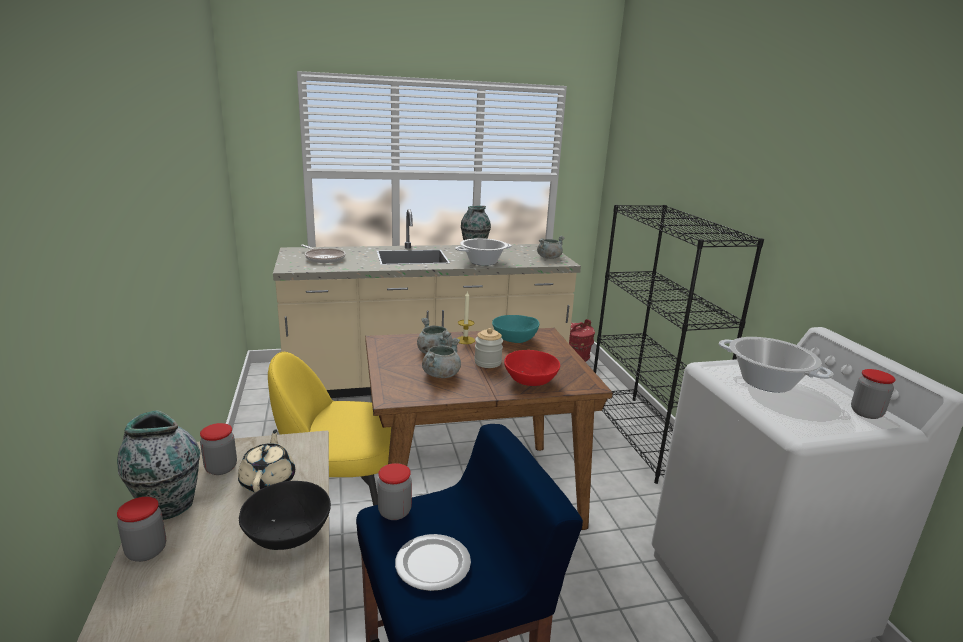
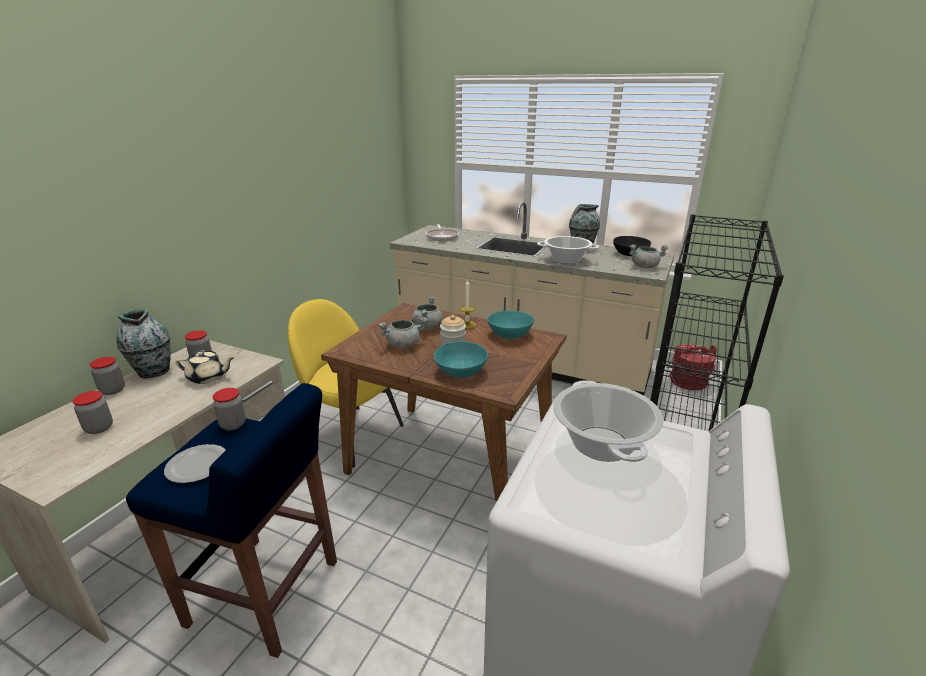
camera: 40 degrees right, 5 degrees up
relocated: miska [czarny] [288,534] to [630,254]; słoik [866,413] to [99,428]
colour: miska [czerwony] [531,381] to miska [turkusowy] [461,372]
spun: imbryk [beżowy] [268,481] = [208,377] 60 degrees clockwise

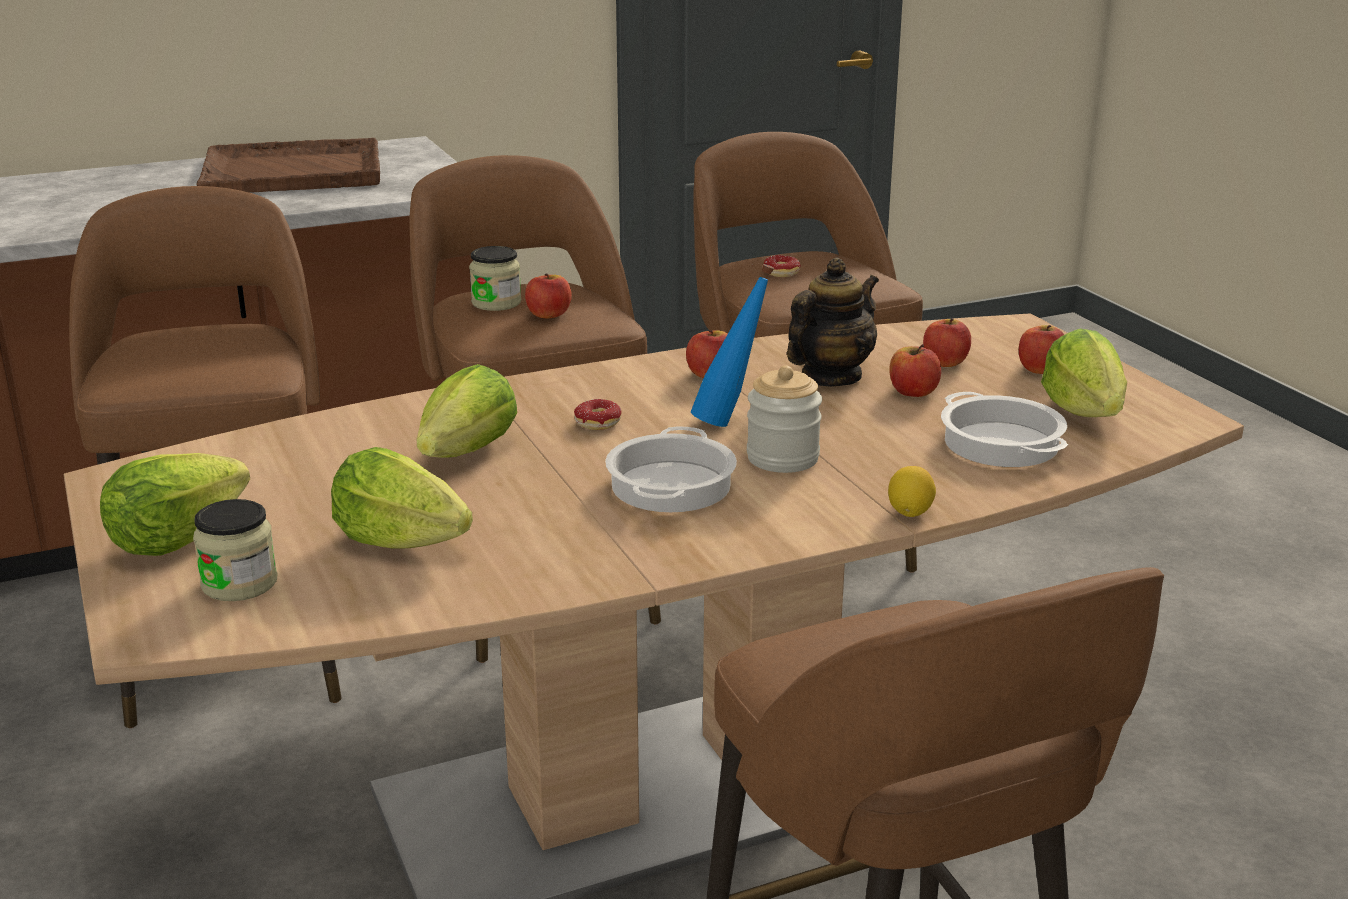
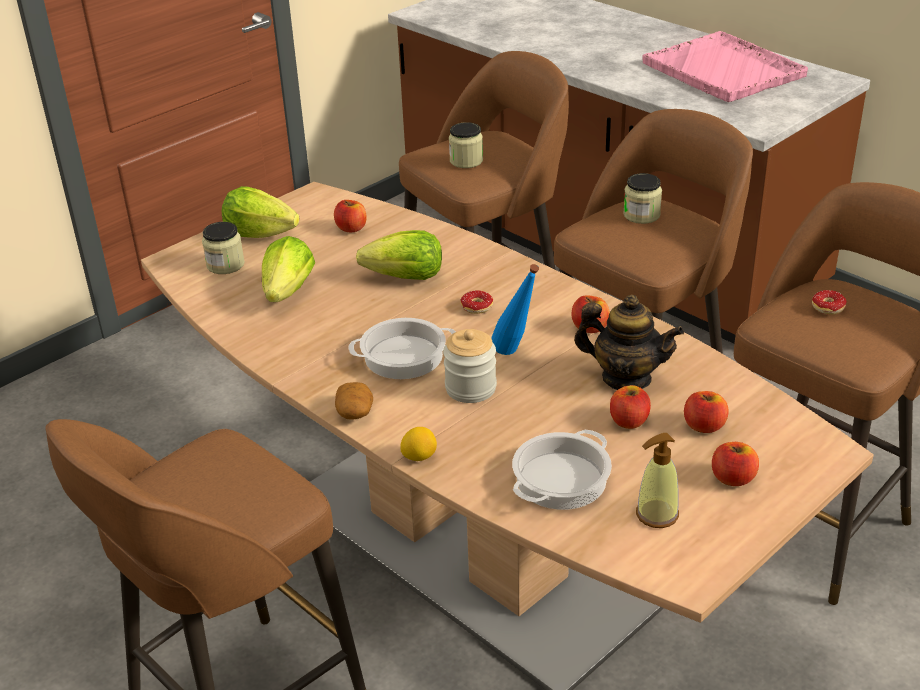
camera: 70 degrees right, 10 degrees up
appeared: ziemniak [355,412]; słoik [466,161]
relocated: jabłko [548,315] to [351,228]
exchanged: sałata [1084,412] to dozownik mydła [656,514]
colour: taca [brązowy] [294,171] to taca [różowy] [724,70]

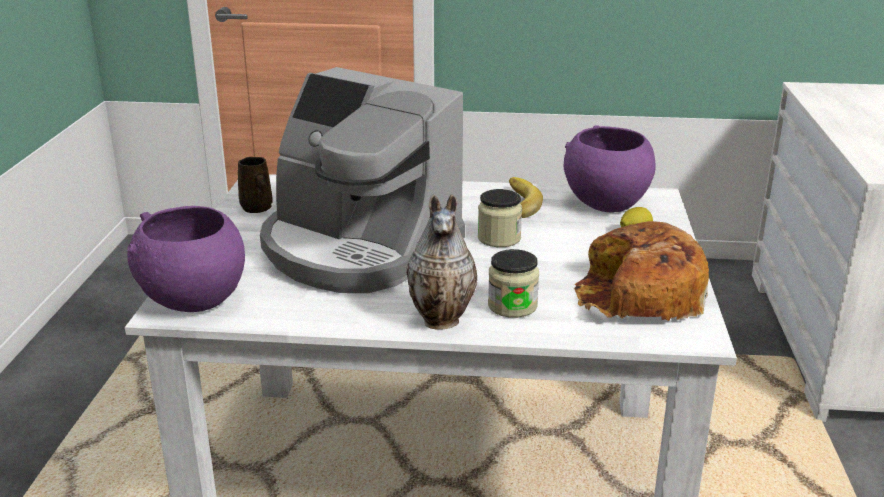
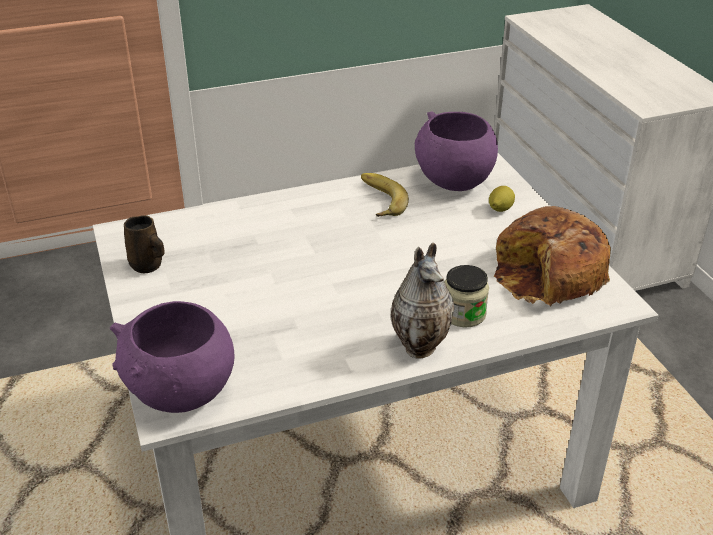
camera: 25 degrees left, 10 degrees up
missing: ekspres do kawy [357,249]; słoik [499,238]

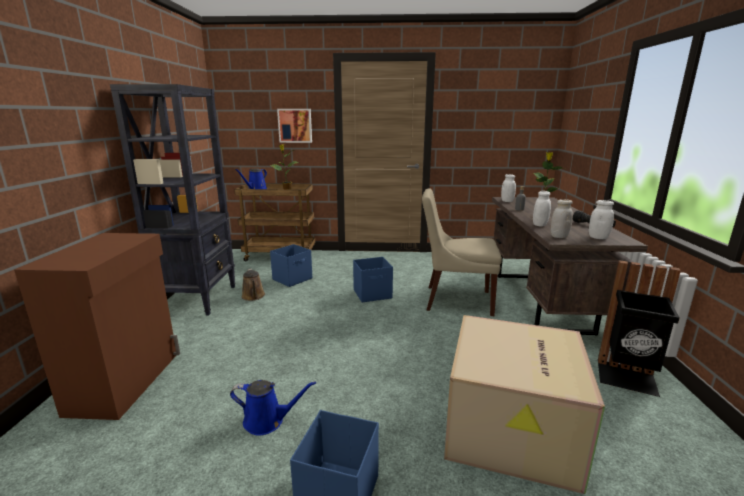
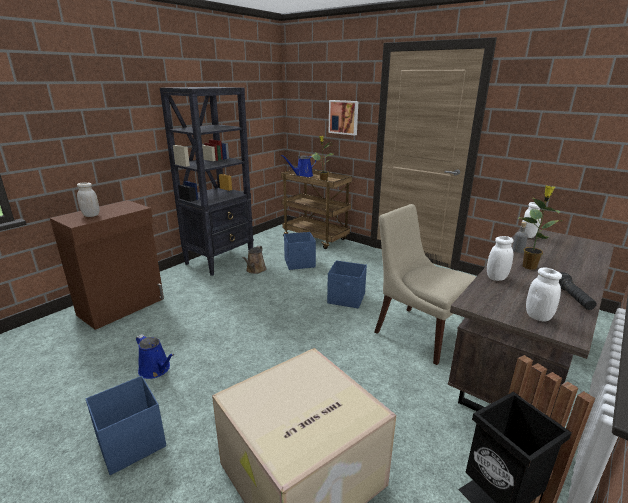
camera: 35 degrees right, 5 degrees up
relocated: słoik [biały] [559,236] to [91,215]

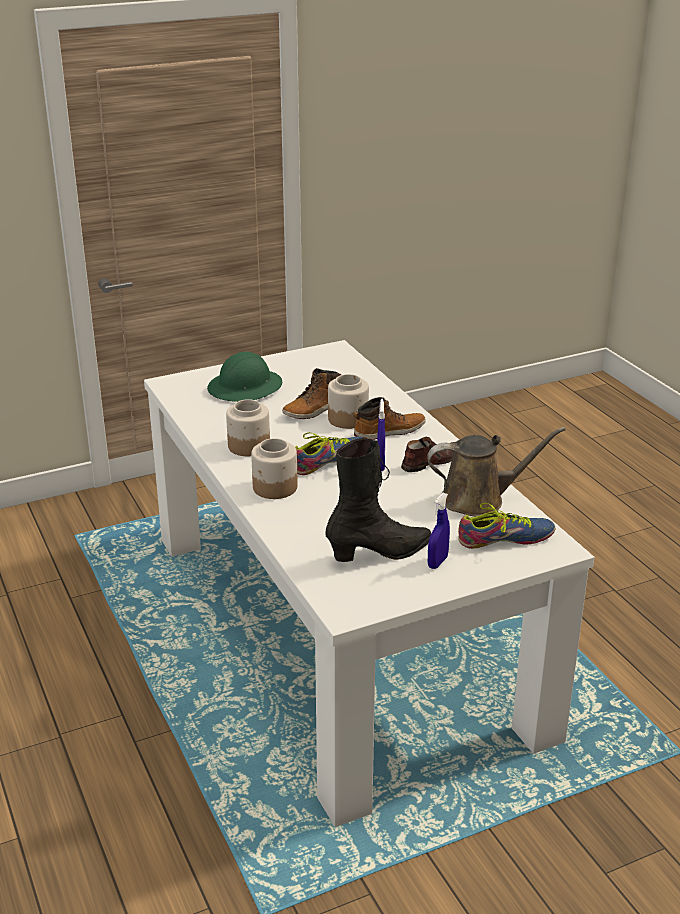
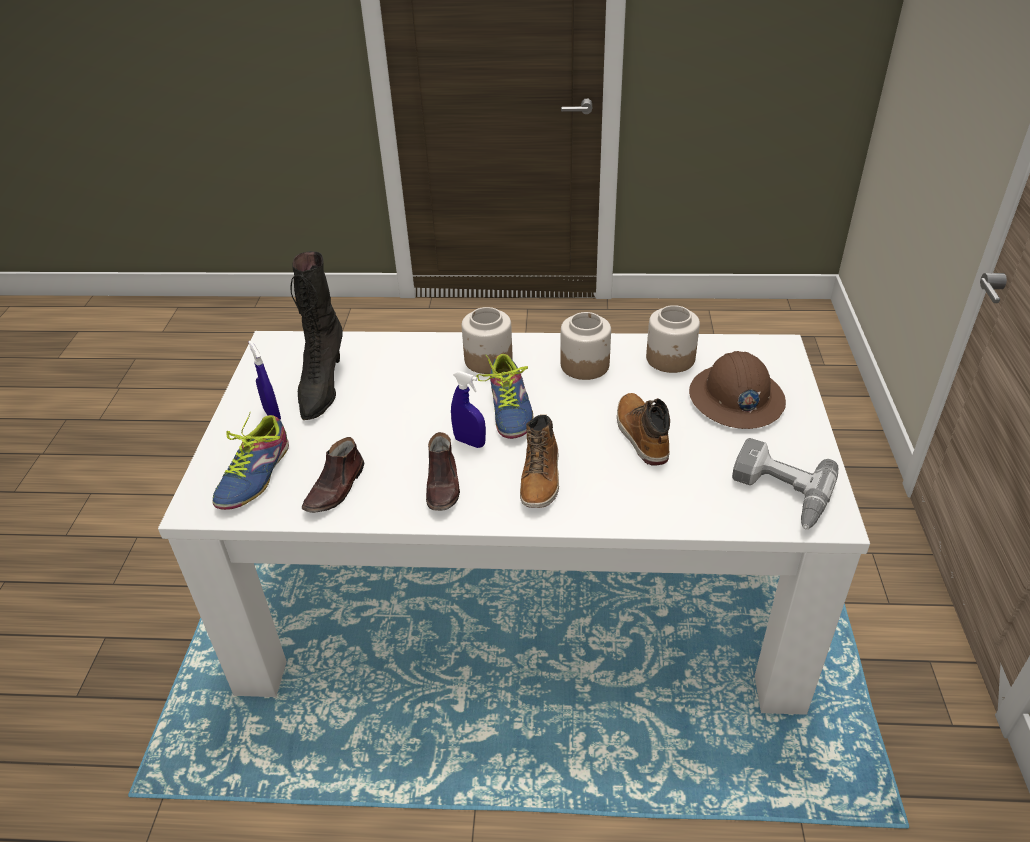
camera: 120 degrees right, 10 degrees up
appeared: wiertarka [778,493]
relocated: słoik [348,419] to [671,359]
exchanged: konewka [brązowy] [478,499] to but [brązowy] [336,488]
colour: kask [zielony] [245,388] to kask [brązowy] [735,399]

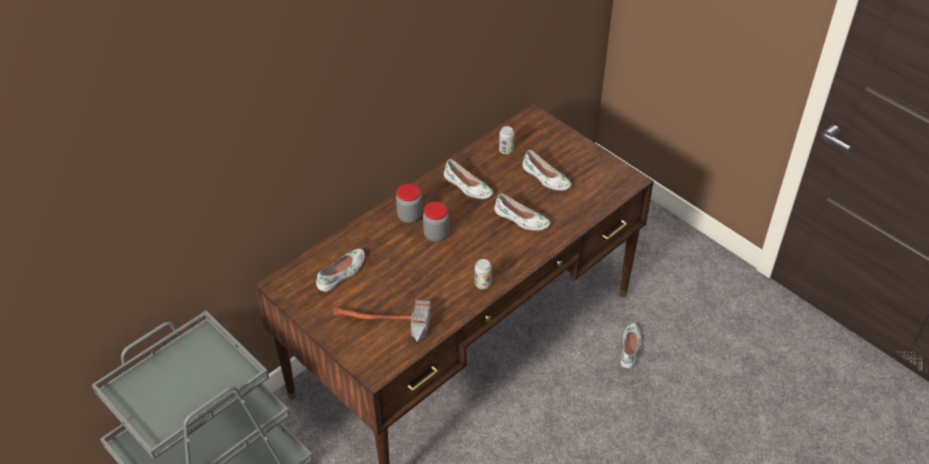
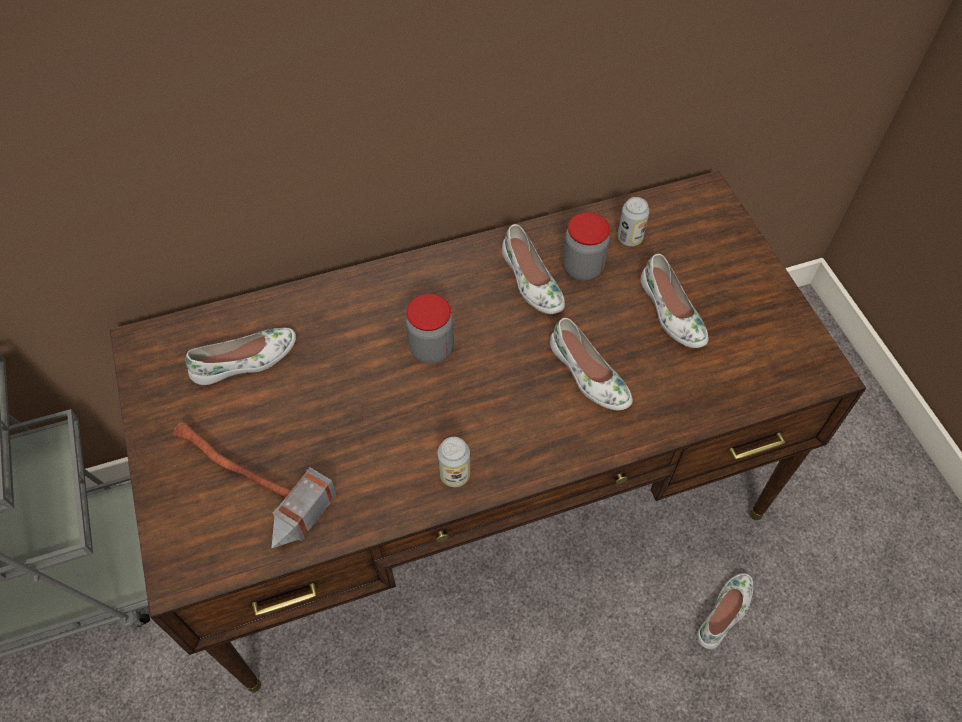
camera: 25 degrees right, 10 degrees up
relocated: słoik [409,216] to [582,268]

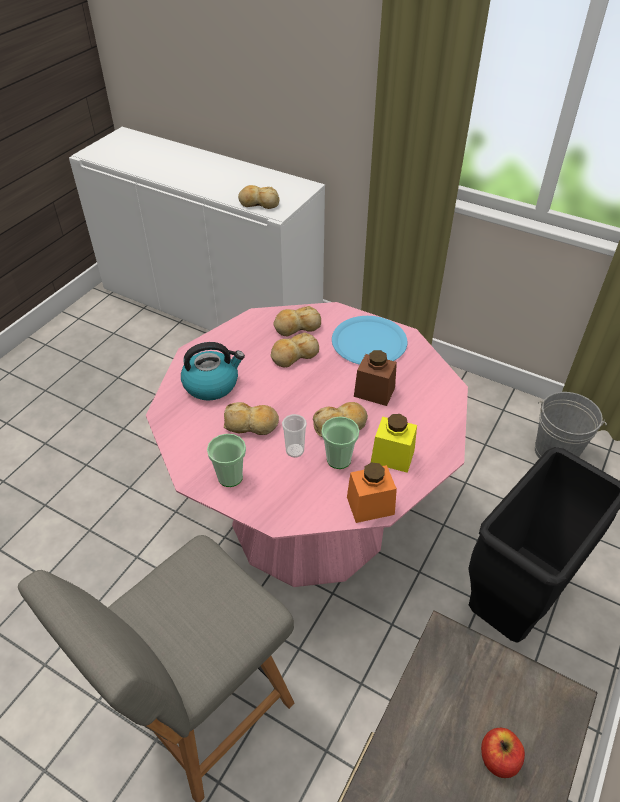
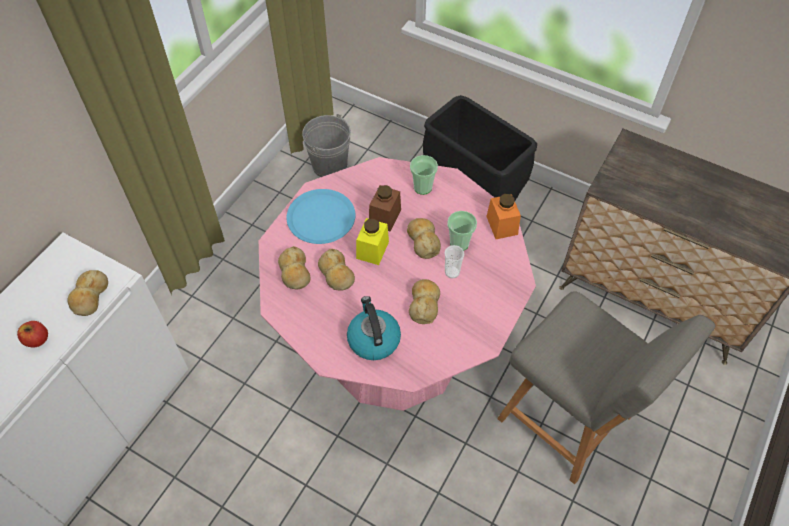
camera: 90 degrees left, 10 degrees up
relocated: filiżanka [230,477] to [422,187]; słoik [żółty] [392,456] to [372,250]; jabłko [498,758] to [37,339]

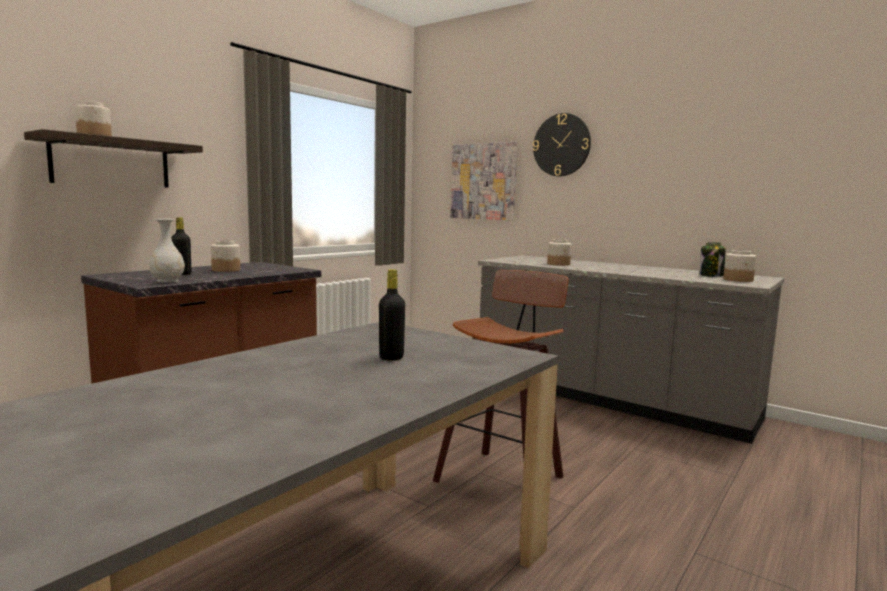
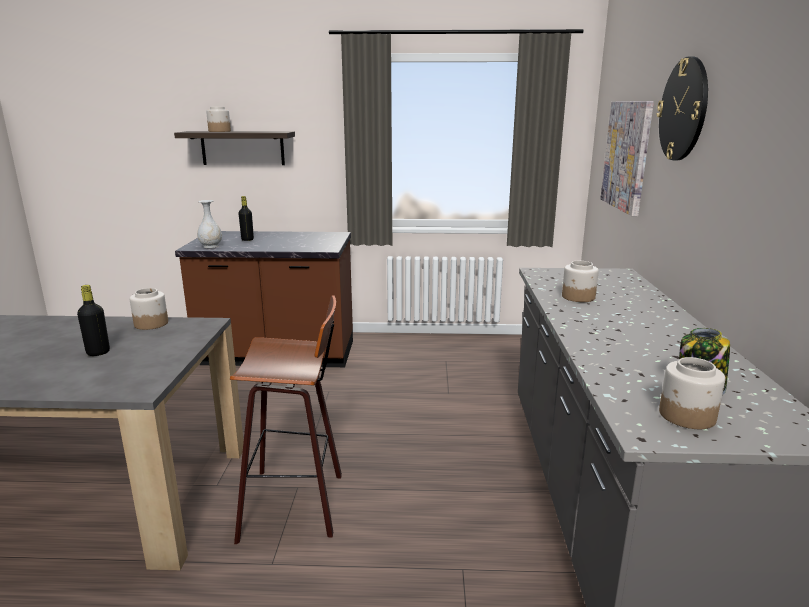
camera: 55 degrees right, 10 degrees up
relocated: słoik [225,270] to [151,323]

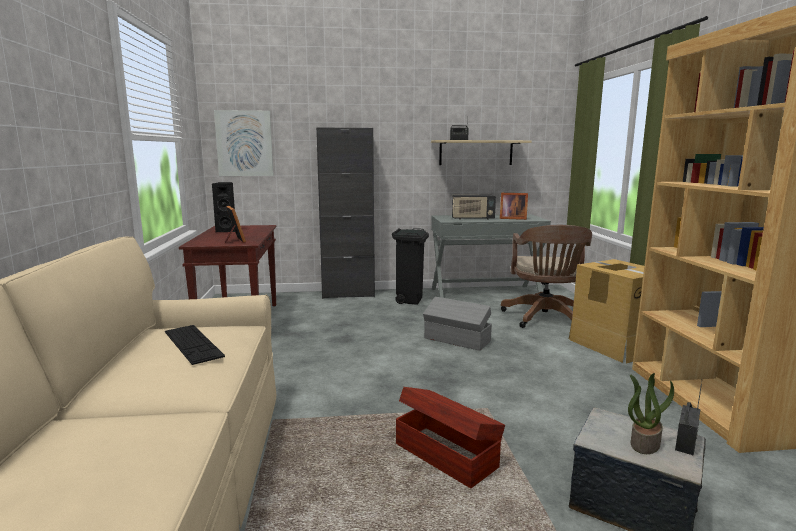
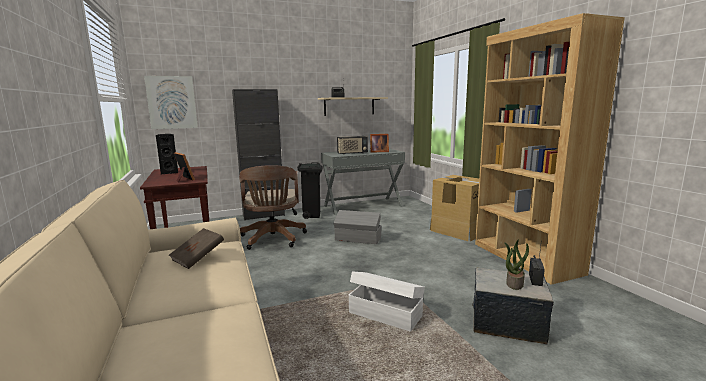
camera: 15 degrees left, 0 degrees up
relocated: krzesło biurowe [brązowy] [545,319] to [273,239]
exchanged: klawiatura [193,343] to książka [brązowy] [198,258]
colour: pojemnik do przechowywania [brązowy] [446,455] to pojemnik do przechowywania [biały] [385,314]

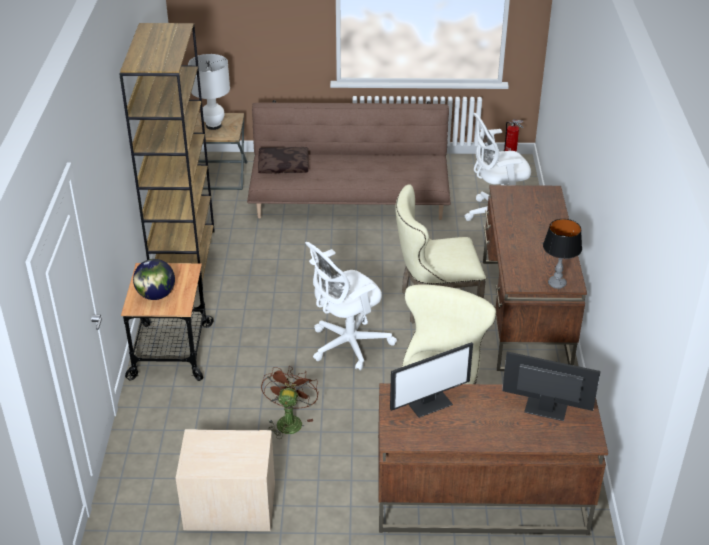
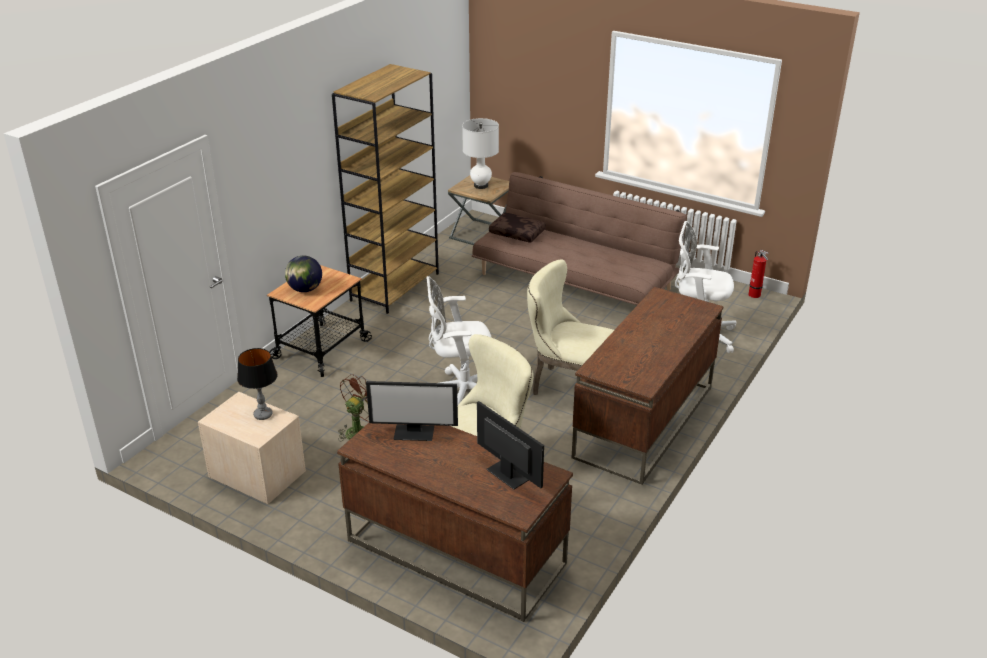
camera: 30 degrees right, 5 degrees down
relocated: lampa stołowa [557,283] to [263,415]

